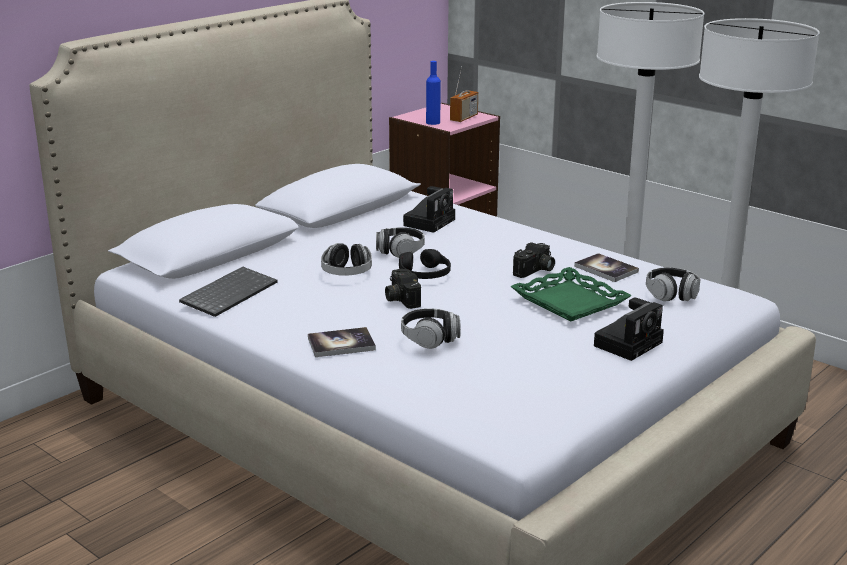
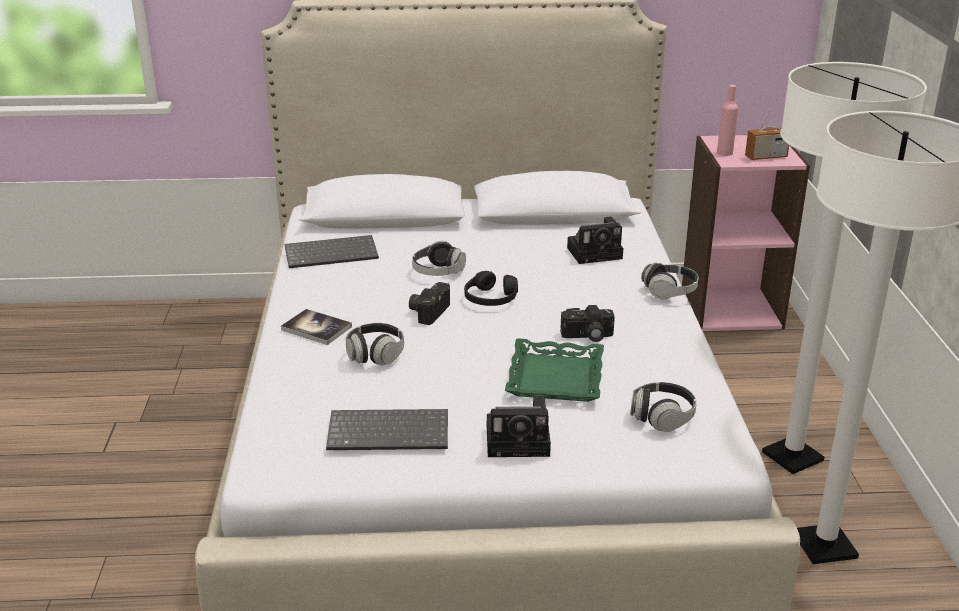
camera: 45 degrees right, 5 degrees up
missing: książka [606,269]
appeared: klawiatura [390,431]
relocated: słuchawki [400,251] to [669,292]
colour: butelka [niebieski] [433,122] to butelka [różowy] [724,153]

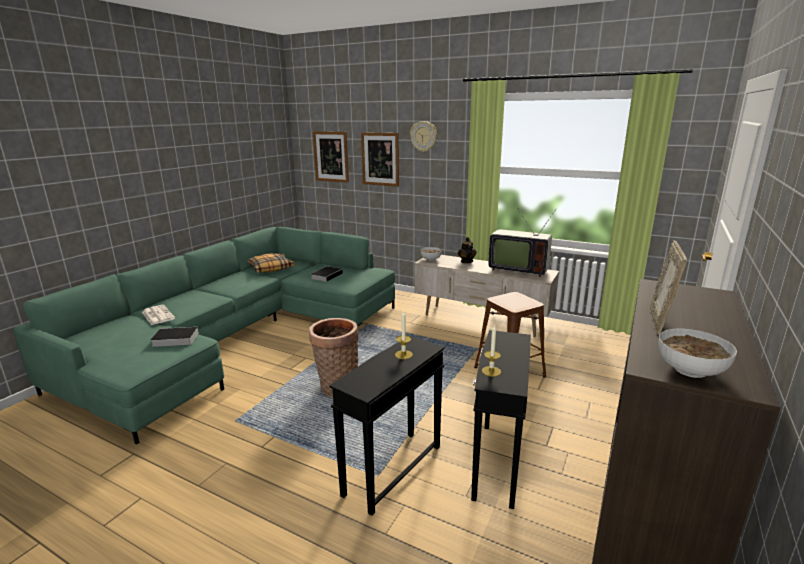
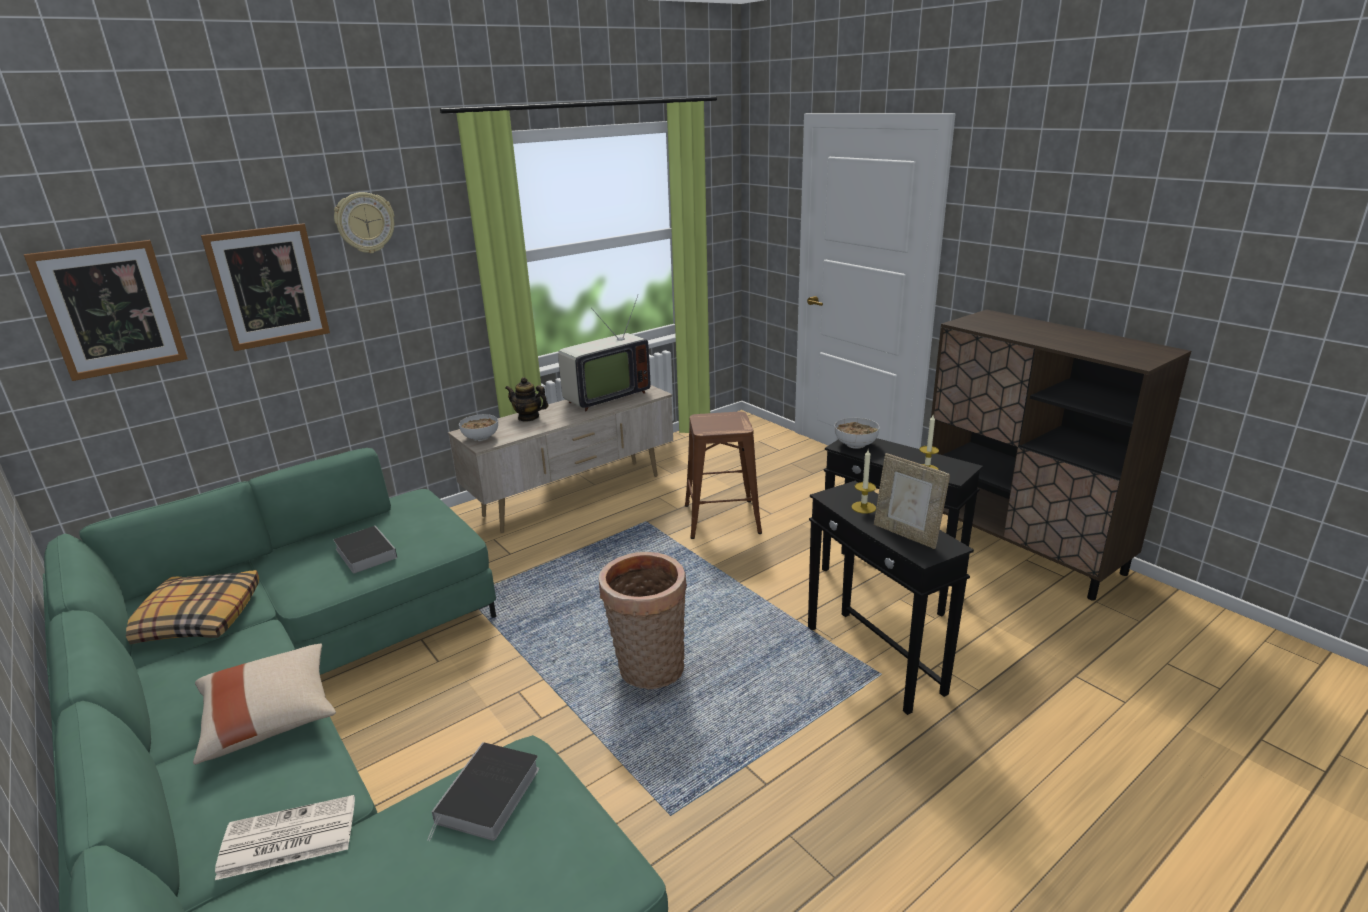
camera: 65 degrees left, 5 degrees up
appeared: poduszka [beżowy] [270,717]
relocated: ramka na zdjęcie [659,321] to [906,534]; miska [691,371] to [856,444]

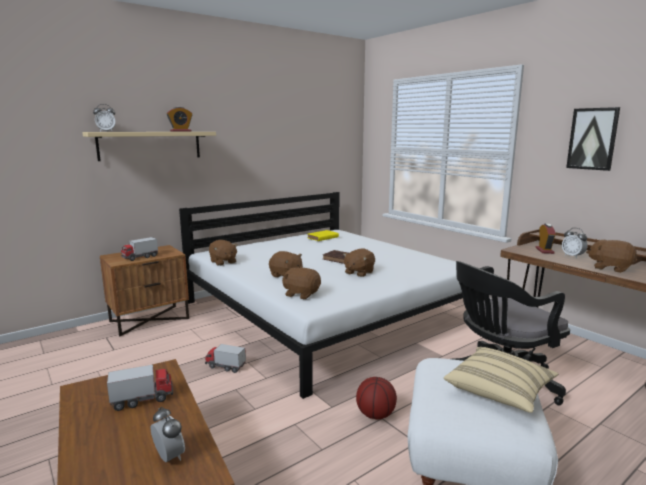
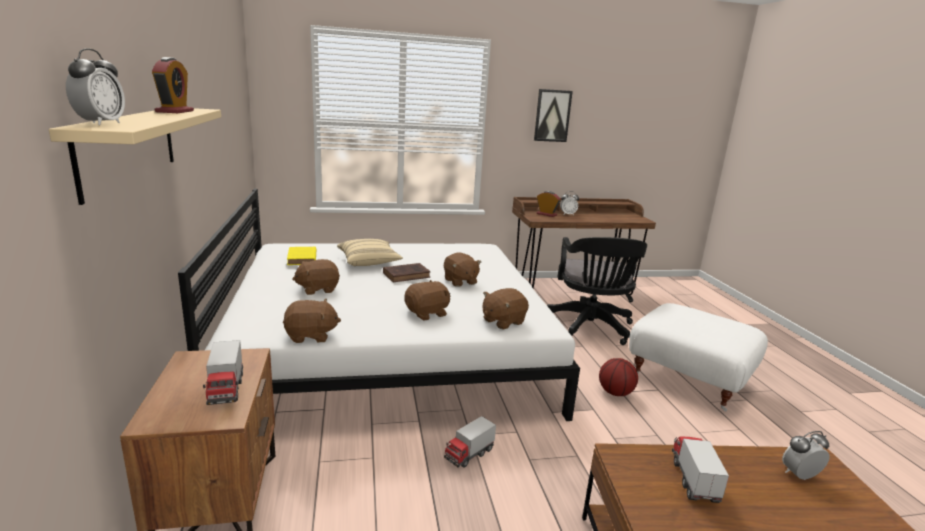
camera: 65 degrees left, 5 degrees up
relocated: poduszka [beżowy] [499,392] to [369,262]; pluszak [brązowy] [610,268] to [317,289]

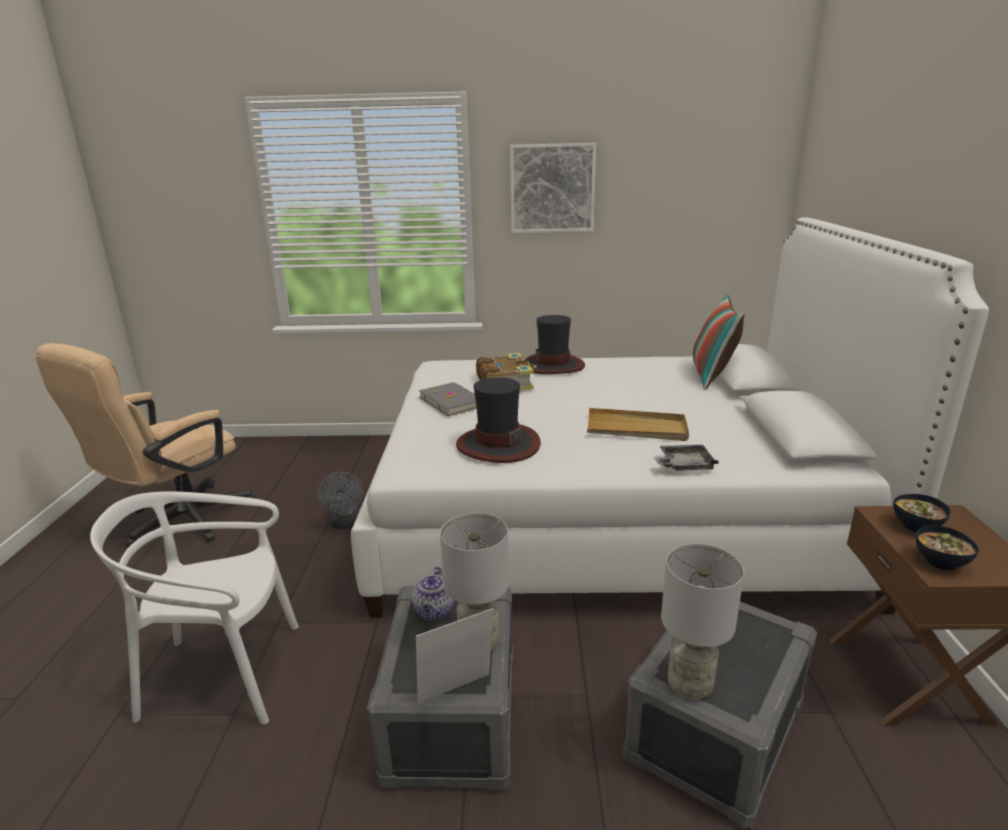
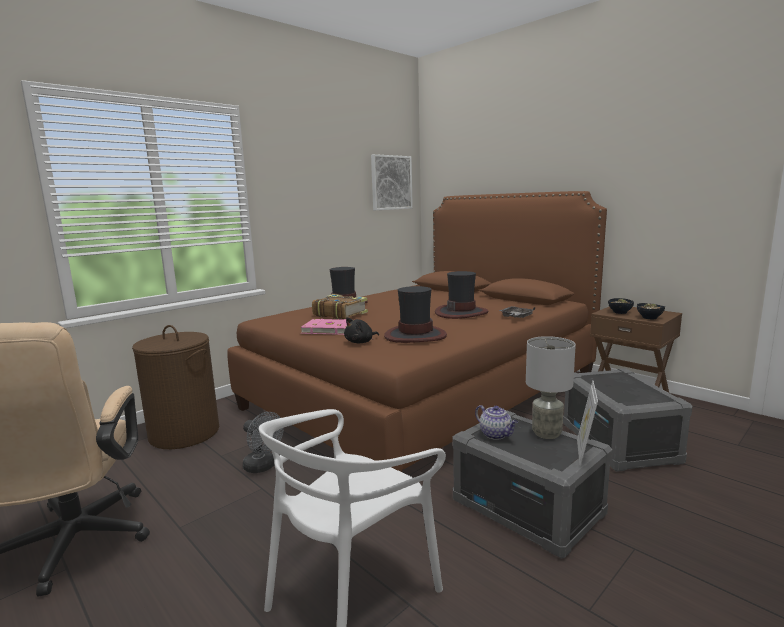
camera: 45 degrees left, 10 degrees down
missing: lampa stołowa [szary] [689,685]; poduszka [712,376]
appeared: kosz na pranie [brązowy] [184,433]; pluszak [czarny] [360,342]
relocated: obraz [552,188] to [391,182]
exchanged: taca [beżowy] [636,429] to kapelusz [461,313]
colour: łóżko [biały] [607,515] to łóżko [brązowy] [424,391]; książka [szary] [452,401] to książka [różowy] [330,329]

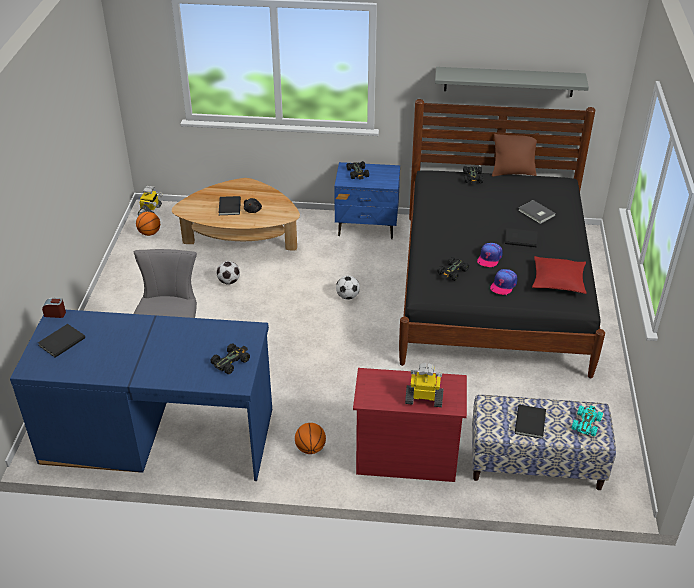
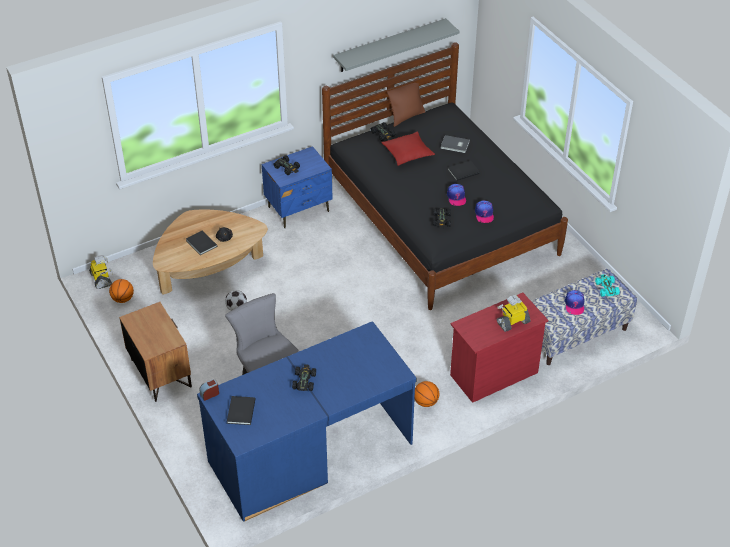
camera: 35 degrees left, 5 degrees up
missing: piłka futbolowa [347,296]
appeared: szafka nocna [brązowy] [160,373]
relocated: samochodzik [czarny] [231,361] to [304,381]; poduszka [czerwony] [558,280] to [407,153]
exchanged: książka [czarny] [531,422] to czapka z daszkiem [574,304]

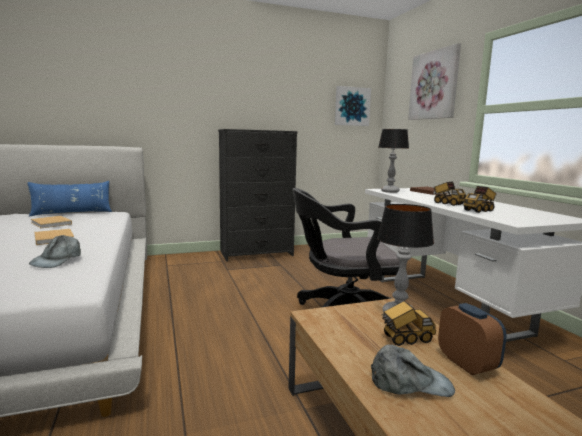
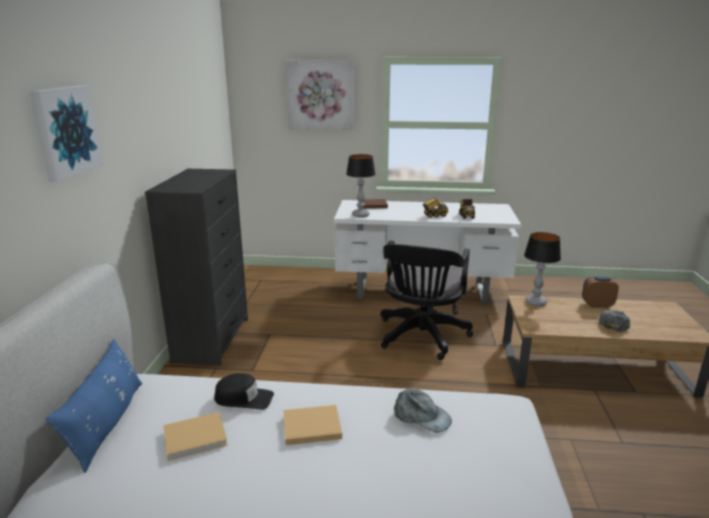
camera: 65 degrees left, 10 degrees up
missing: ciężarówka zabawkowa [406,339]
appeared: czapka z daszkiem [czarny] [244,398]
relocated: obraz [352,106] to [66,131]

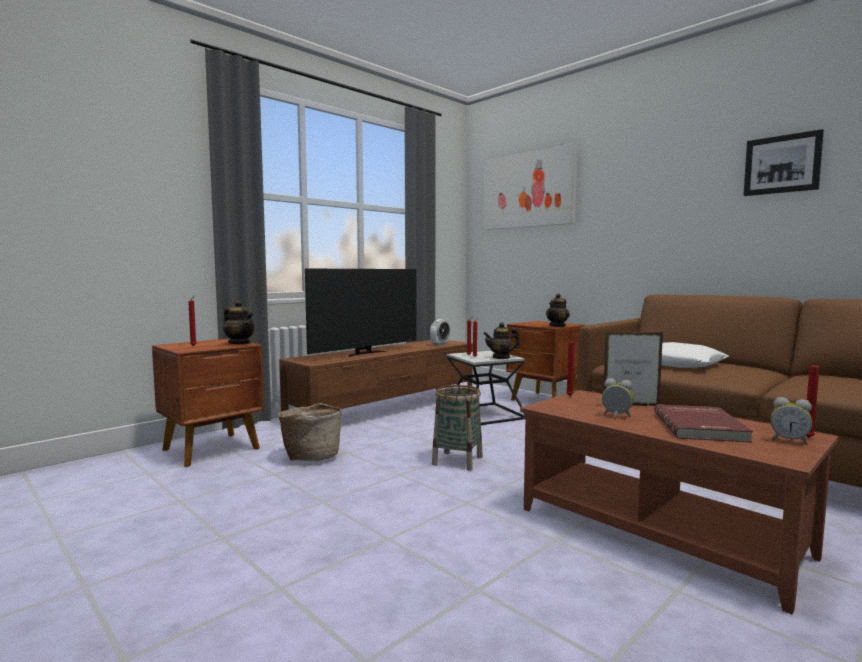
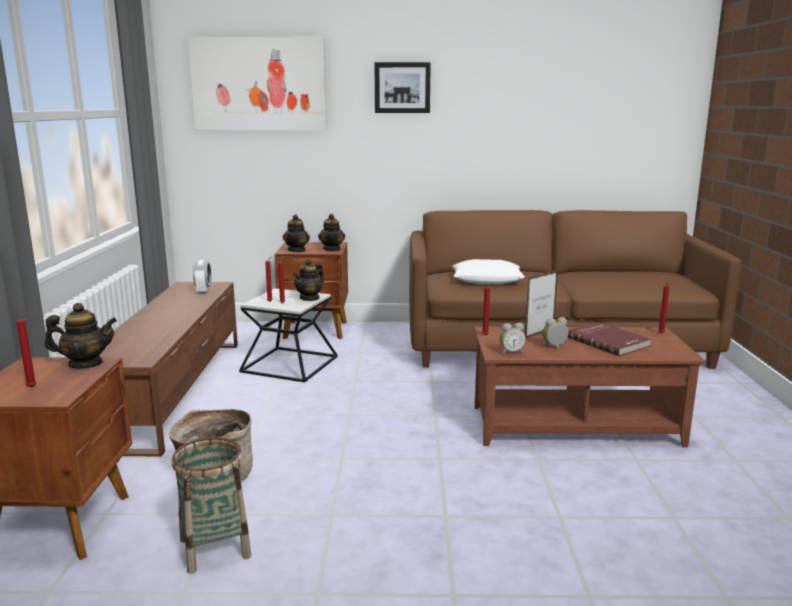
camera: 45 degrees left, 10 degrees up
missing: telewizor [365,353]
appeared: imbryk [297,250]
relocated: koszyk [457,461] to [215,548]; obraz [782,164] to [402,87]; budzik [789,441] to [511,352]

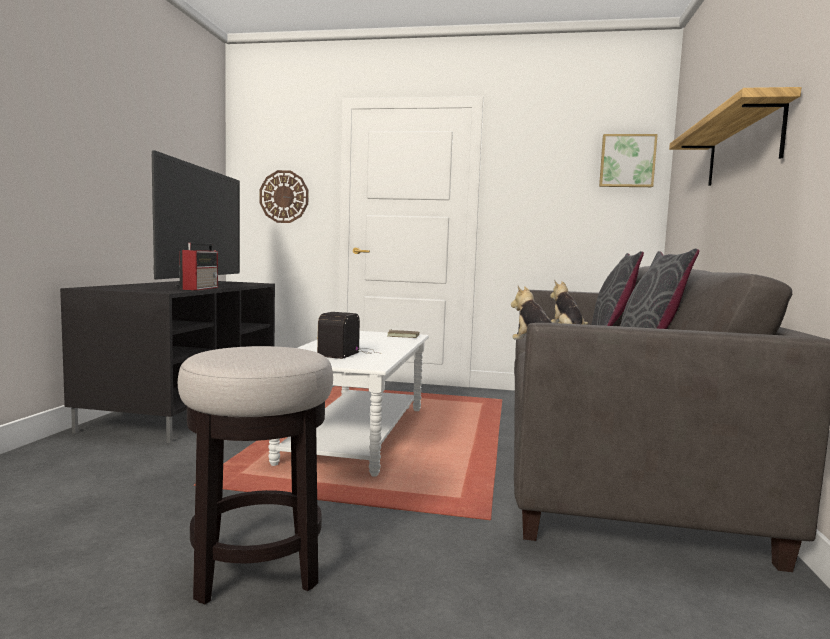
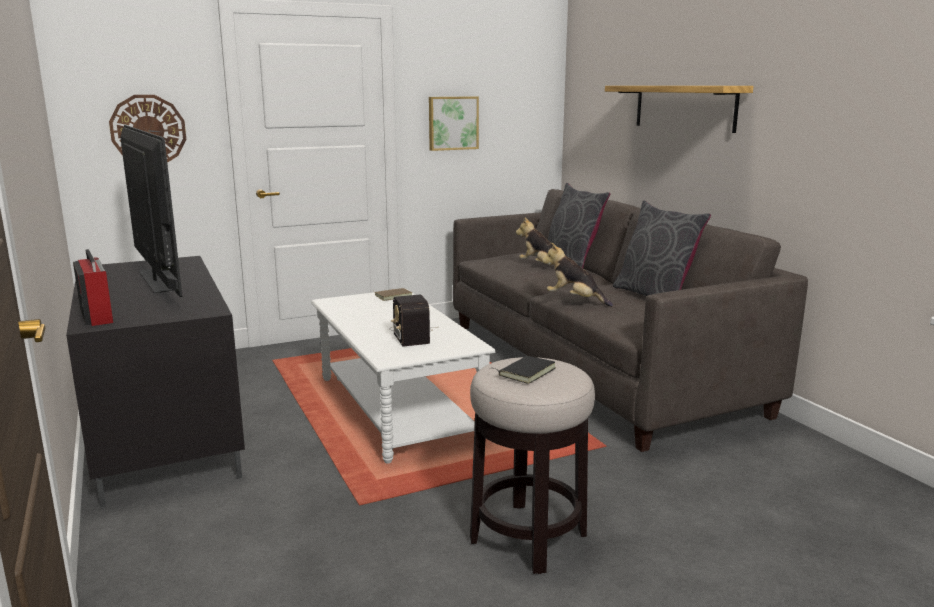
camera: 35 degrees left, 10 degrees up
appeared: książka [czarny] [525,372]
relocated: radio [200,288] to [97,315]; obraz [627,161] to [452,123]

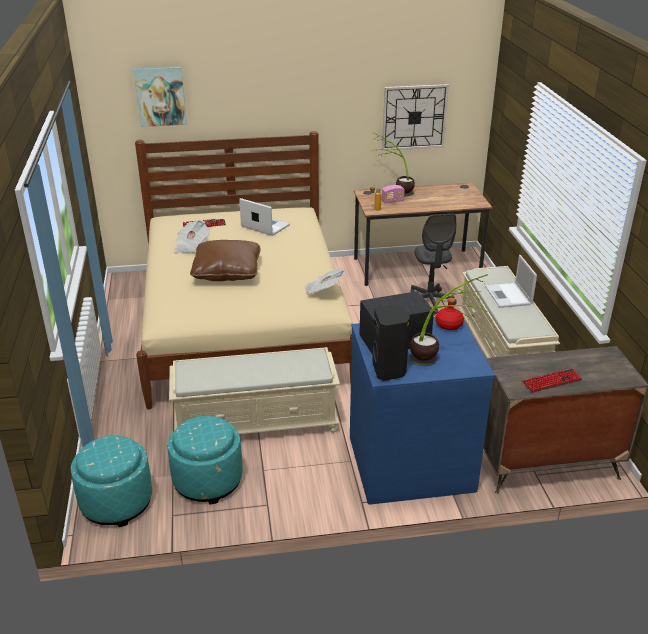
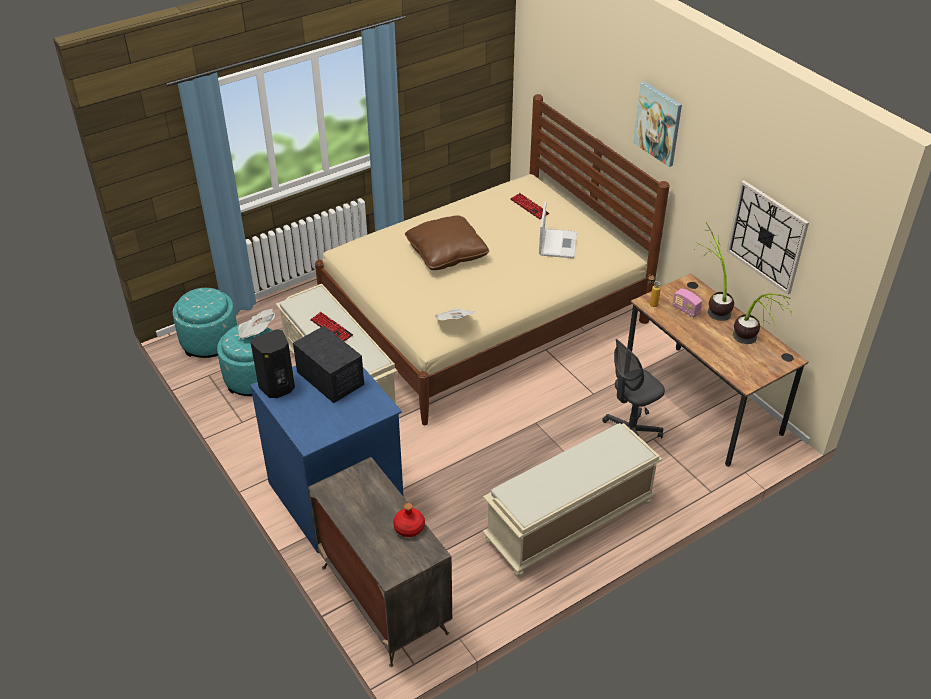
camera: 65 degrees right, 10 degrees up
missing: laptop [508,296]
relocated: obraz [160,96] to [658,123]; gazeta [191,246] to [256,332]; roślina doniczkowa [440,359] to [752,345]; butelka [czerwony] [448,325] to [409,527]; klawiatura [551,381] to [331,328]

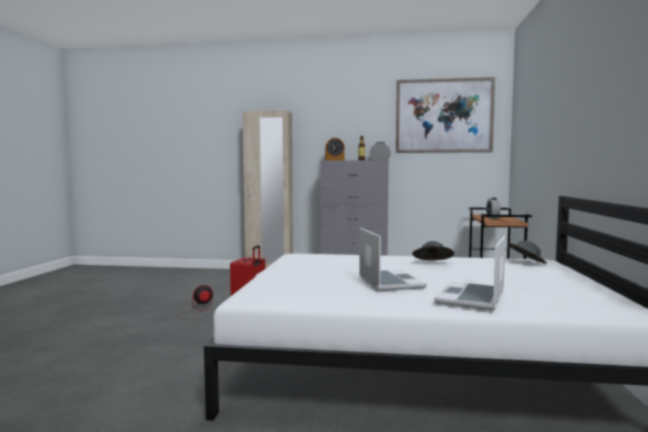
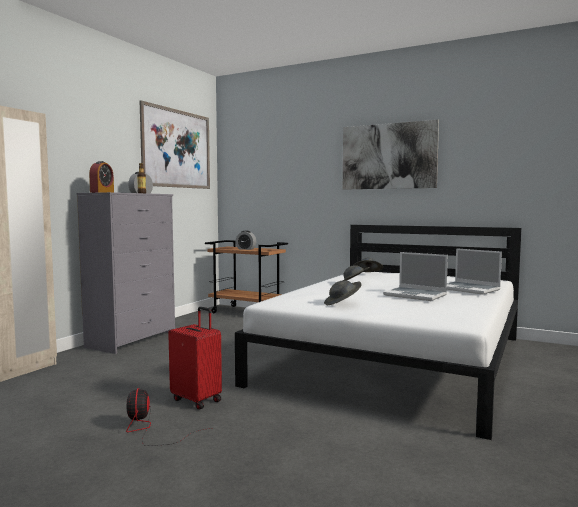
camera: 70 degrees left, 0 degrees up
appeared: kapelusz [szary] [342,303]; obraz [388,156]
spun: laptop [389,281] = [416,295] 150 degrees counterclockwise

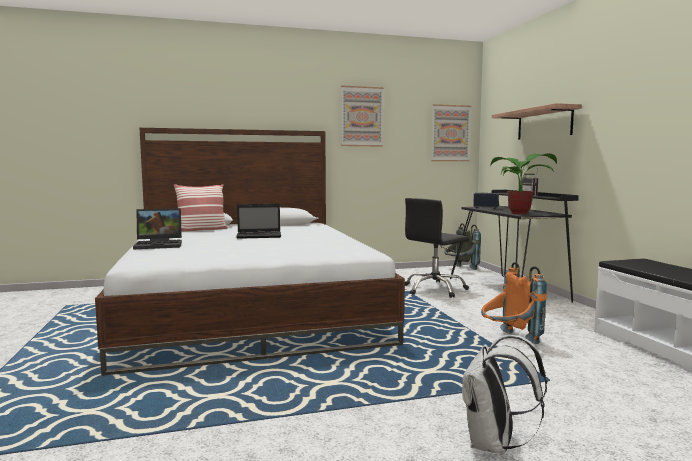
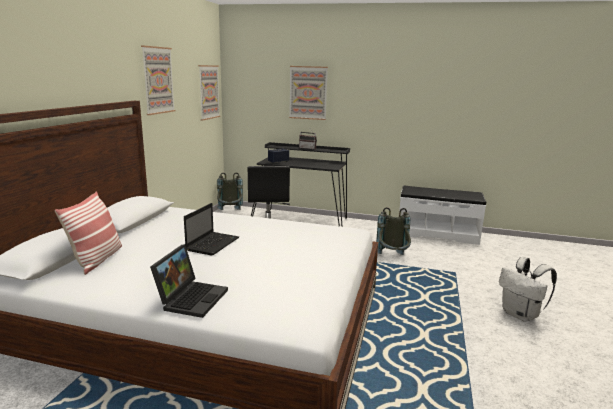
camera: 60 degrees left, 10 degrees up
missing: roślina doniczkowa [521,213]
exchanged: półka [544,124] to obraz [308,93]
colour: plecak [pomarańczowy] [509,340] to plecak [szary] [392,258]

